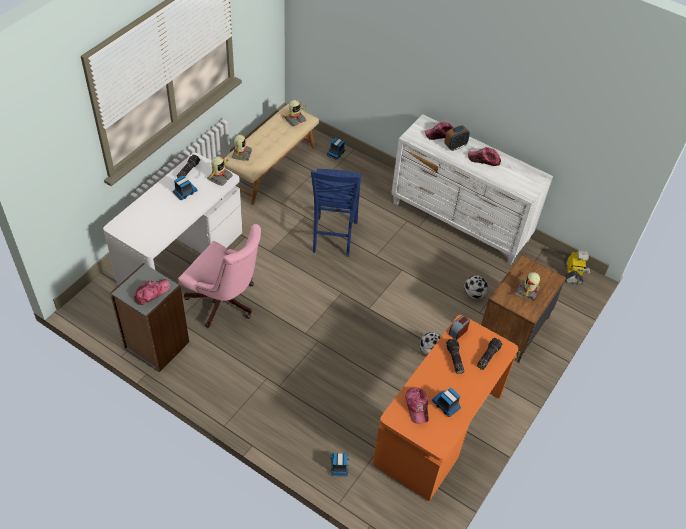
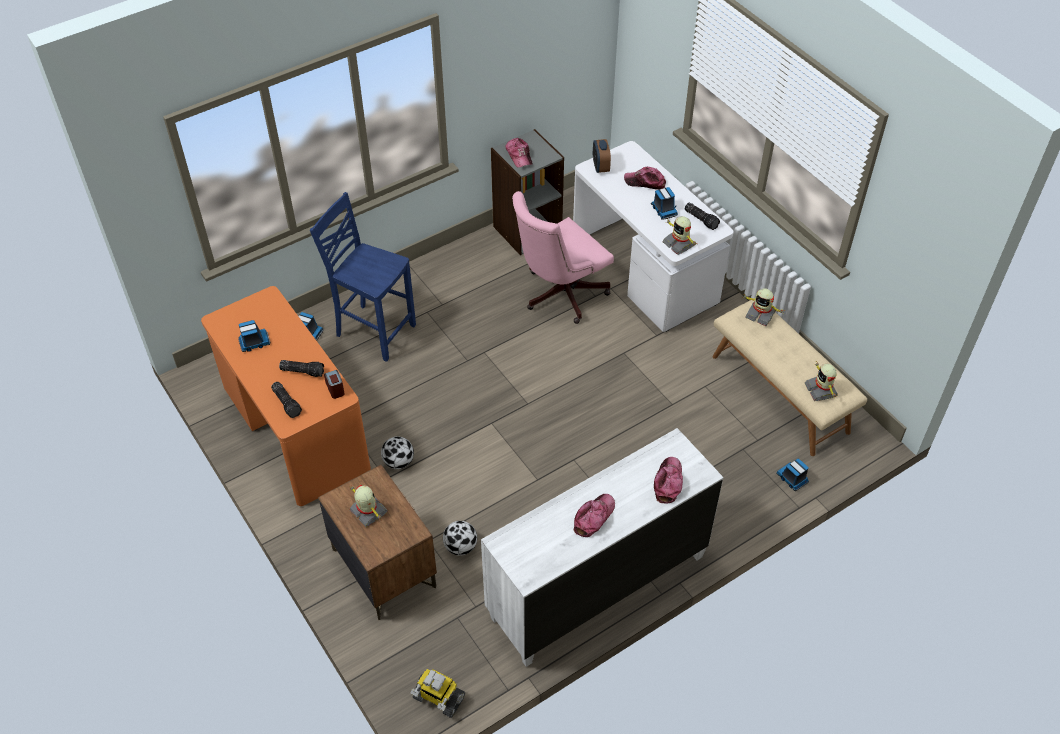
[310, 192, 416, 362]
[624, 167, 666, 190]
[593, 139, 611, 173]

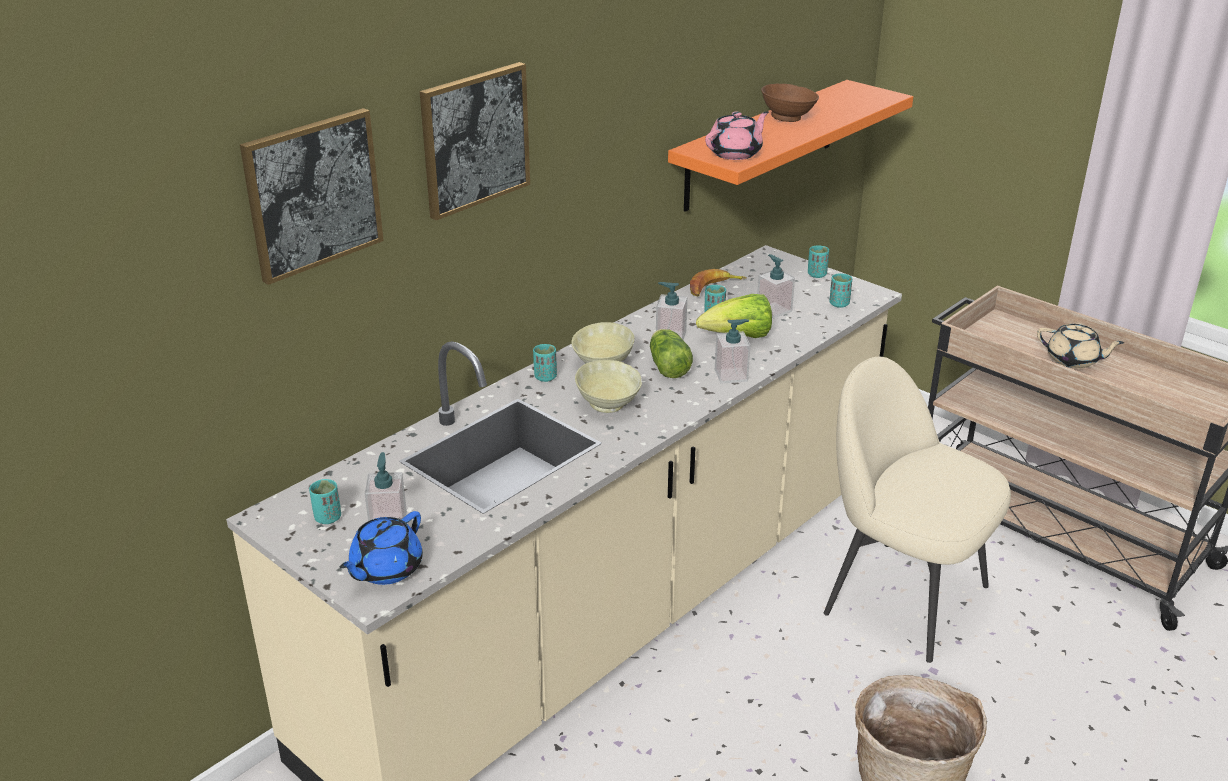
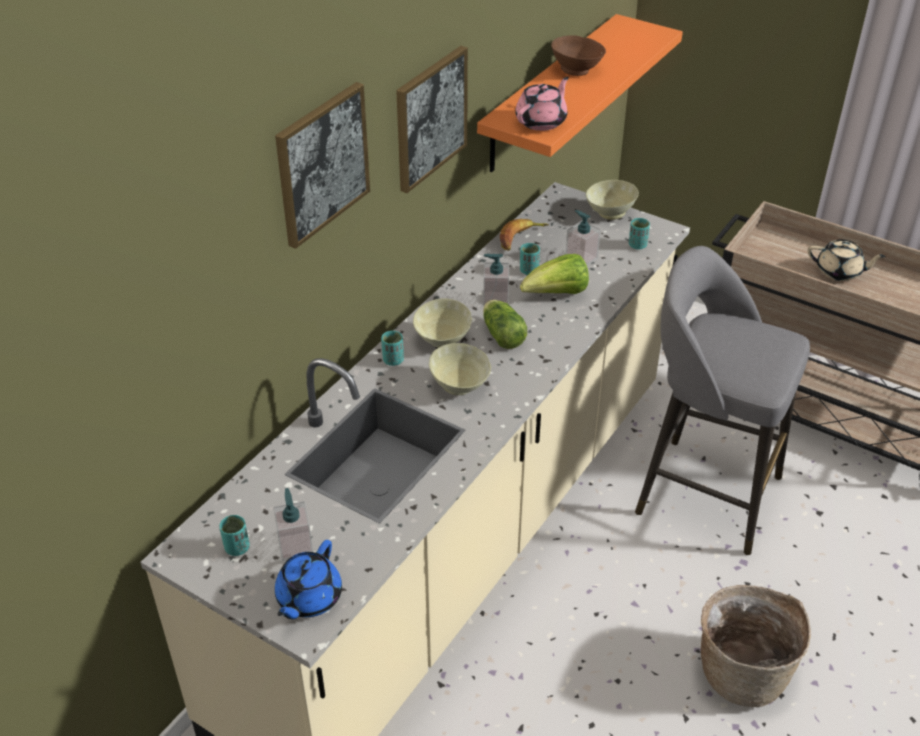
[715, 319, 750, 384] (first image)
[396, 46, 468, 193]
[586, 180, 639, 220]
[635, 246, 810, 555]

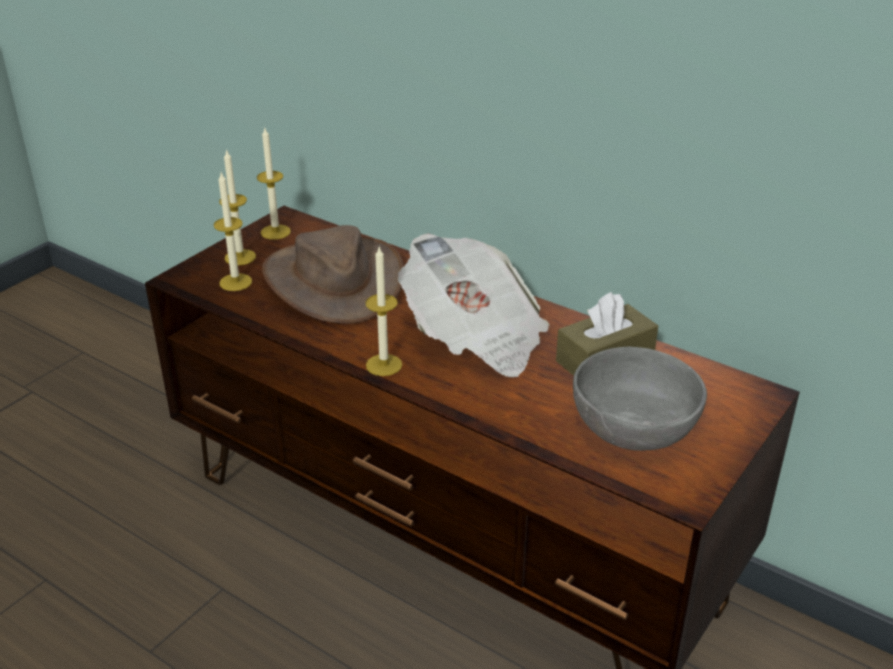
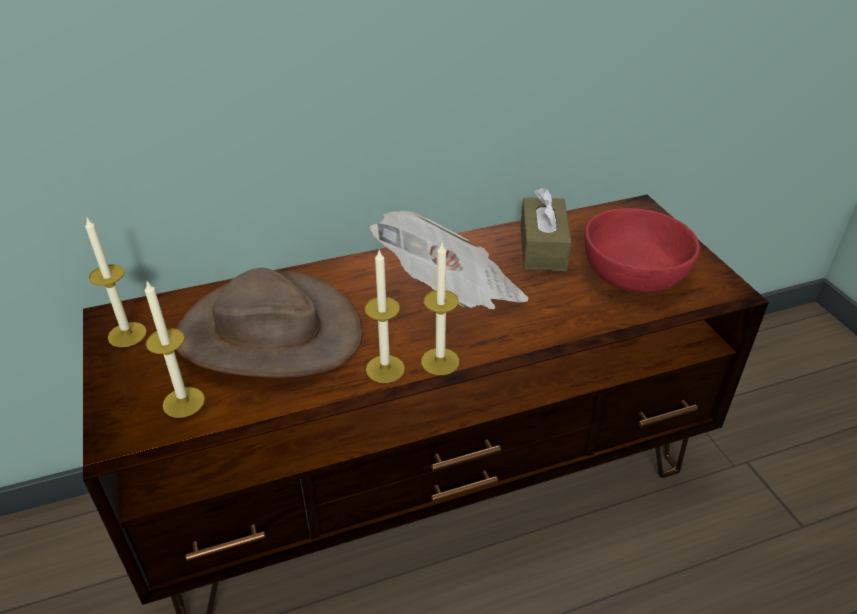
[364, 250, 405, 383]
[585, 208, 700, 293]

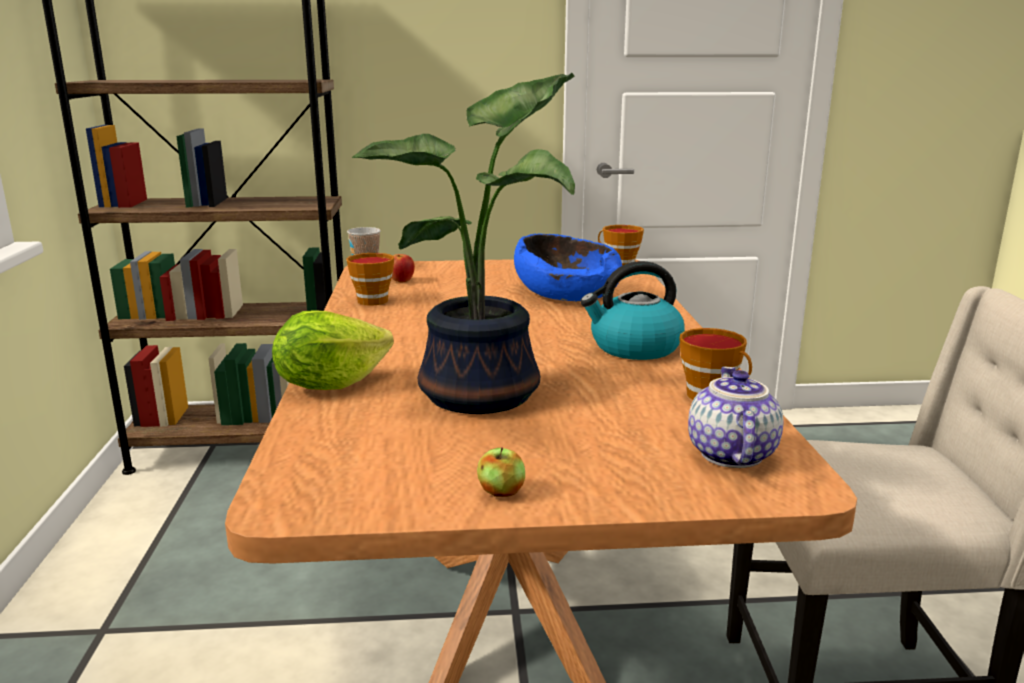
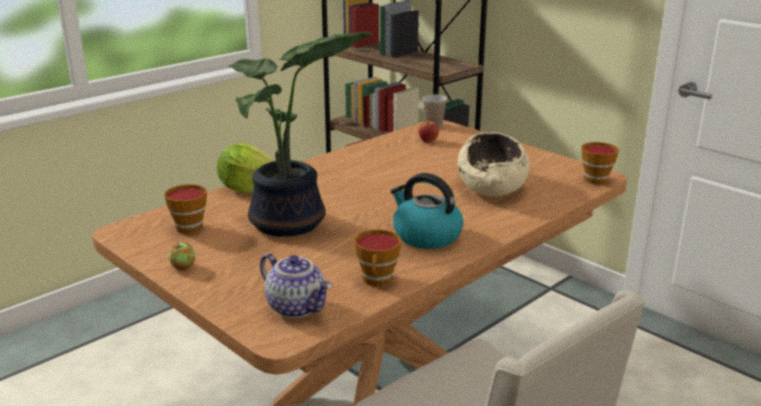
[164, 184, 207, 234]
[458, 132, 530, 196]
[260, 253, 332, 318]

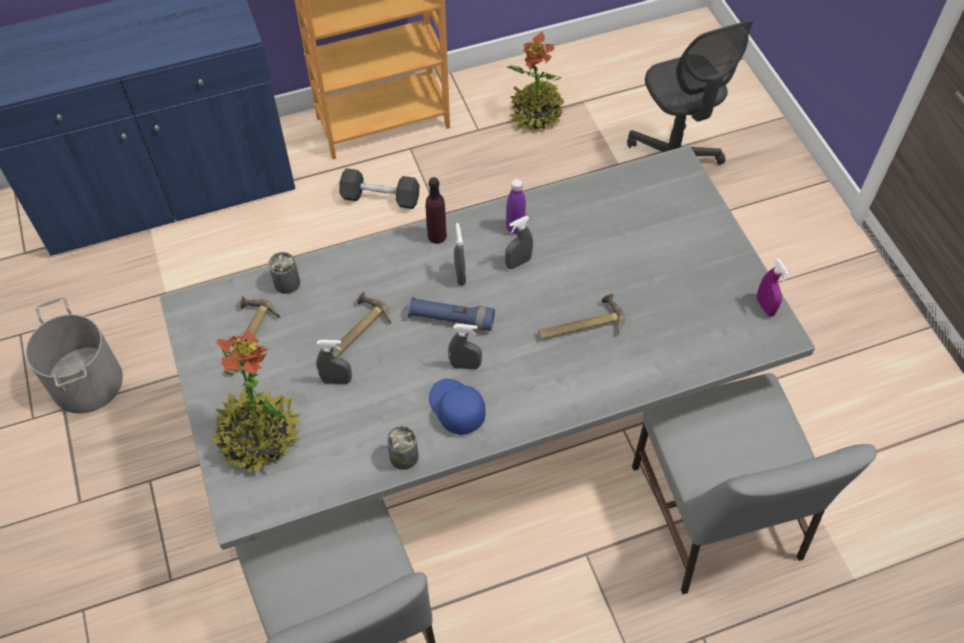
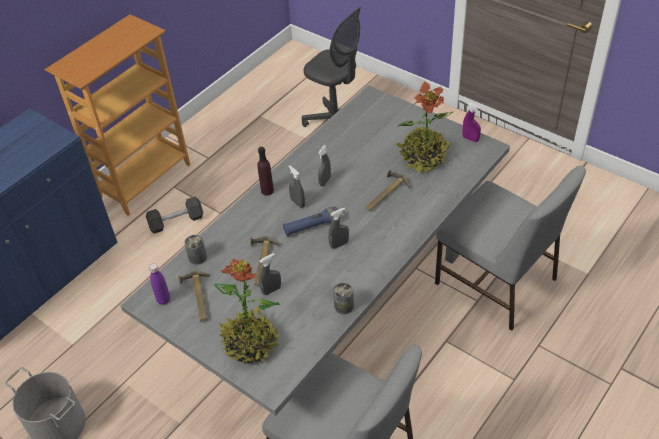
[429, 379, 486, 435] (first image)
[396, 81, 453, 174]
[149, 263, 170, 305]

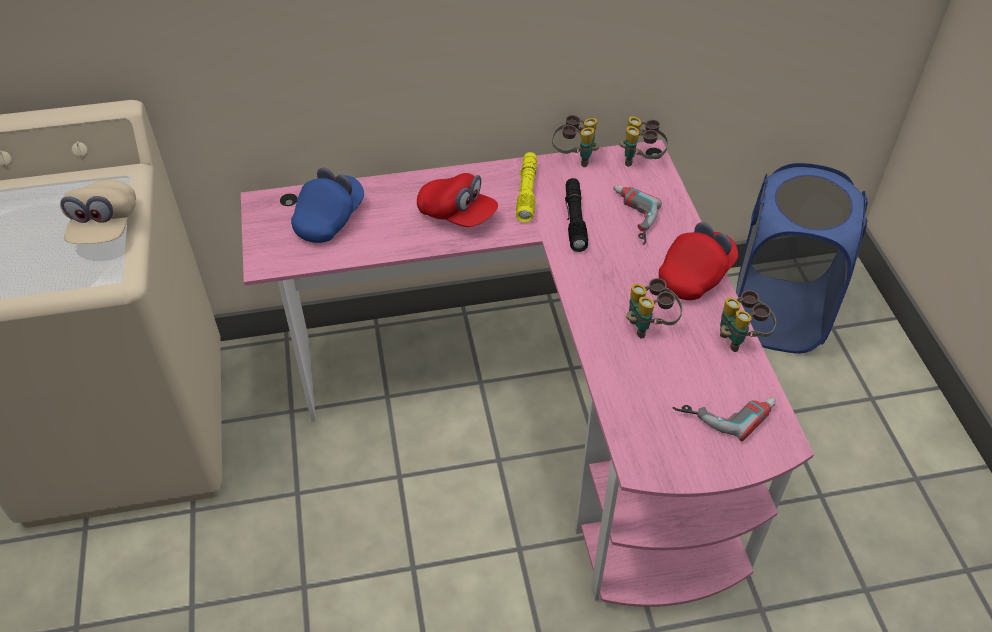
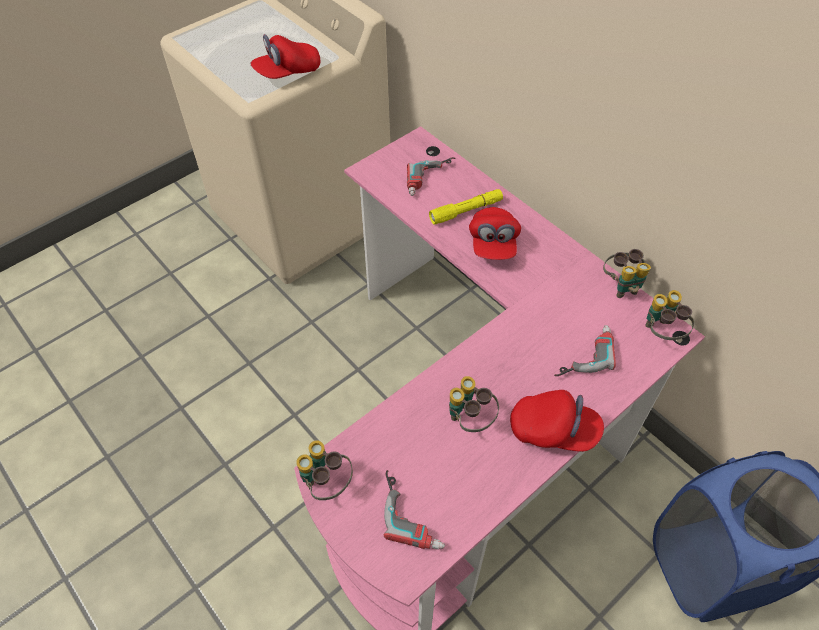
[565, 178, 588, 252] (first image)
[429, 189, 503, 224]
[296, 440, 353, 500]
[407, 157, 455, 196]
[250, 34, 321, 79]

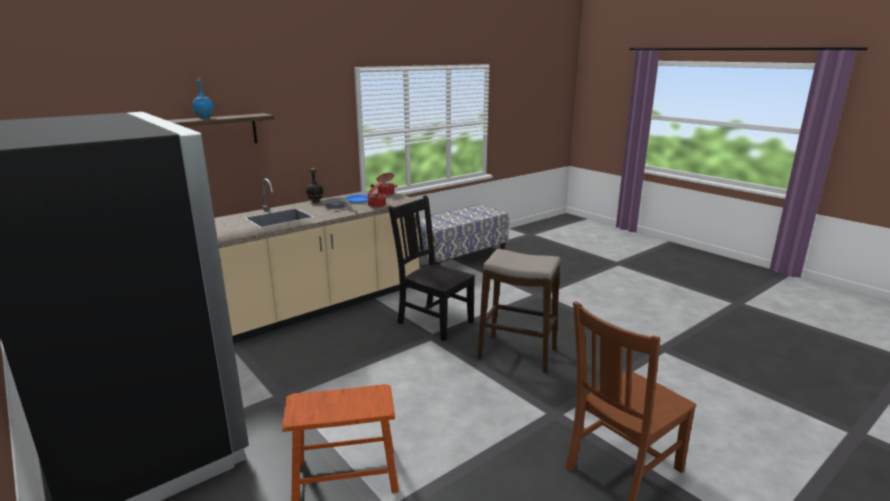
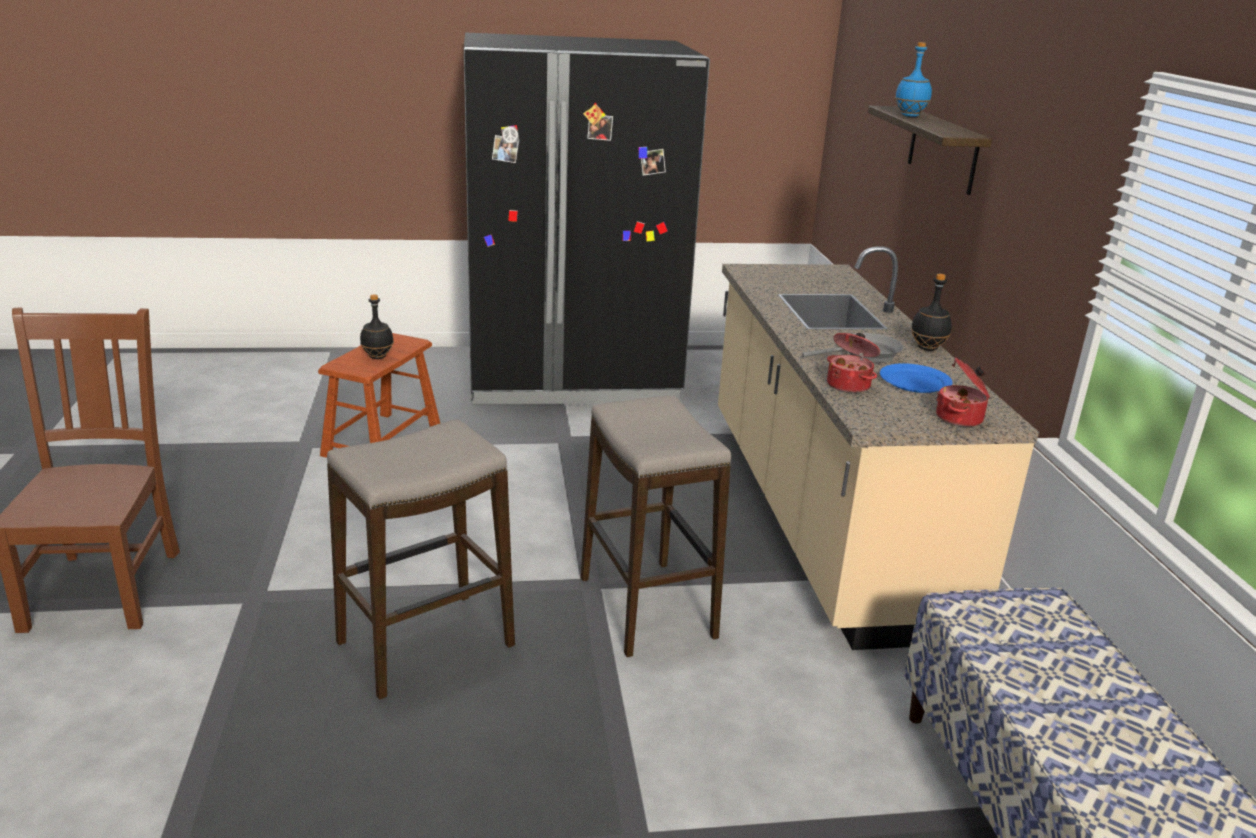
[360, 294, 394, 359]
[581, 396, 731, 657]

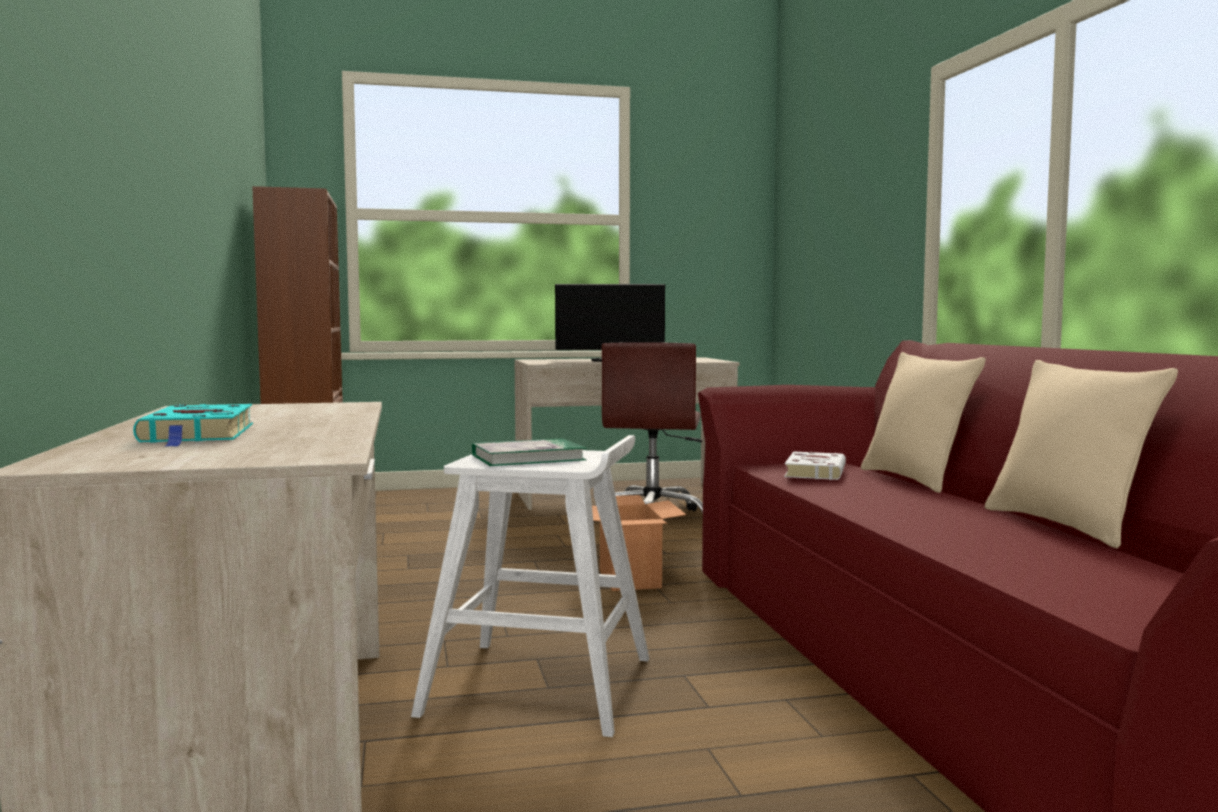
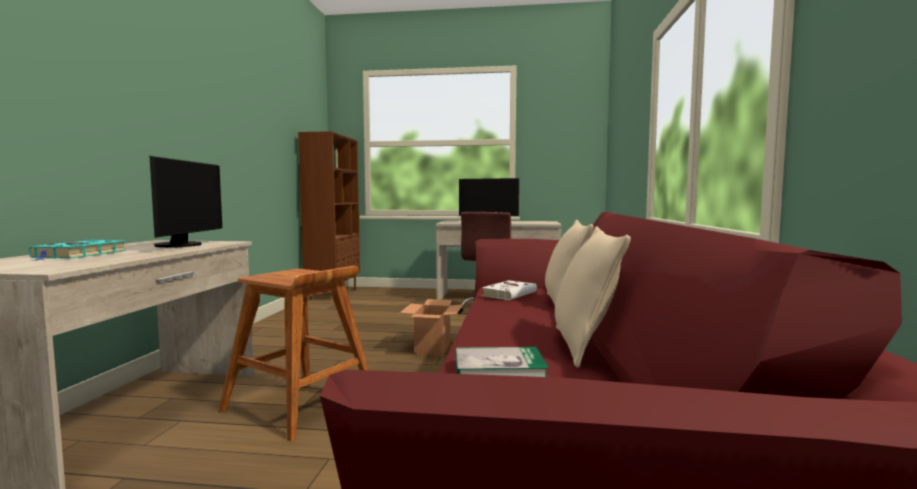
[149, 156, 222, 248]
[456, 347, 549, 377]
[218, 266, 369, 441]

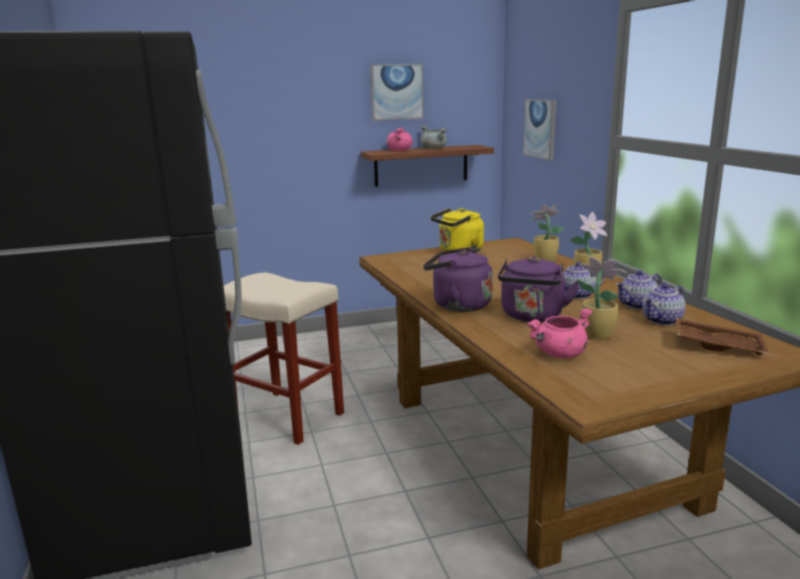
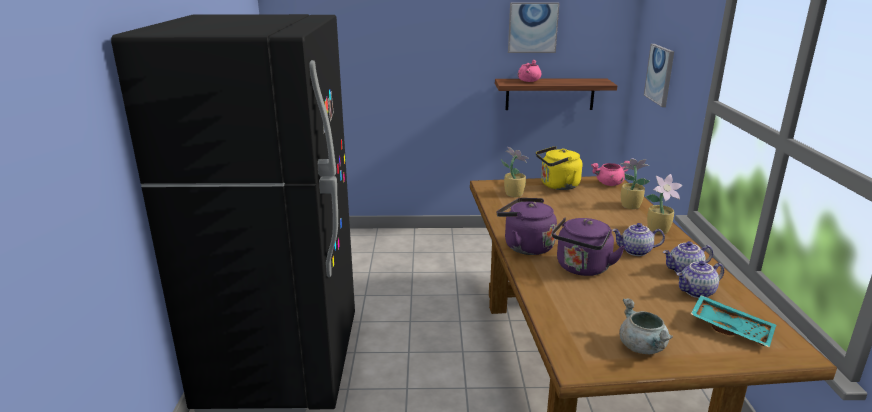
[224, 272, 344, 445] (first image)
[619, 298, 673, 354]
[591, 161, 630, 186]
[501, 147, 529, 197]
[691, 295, 776, 348]

